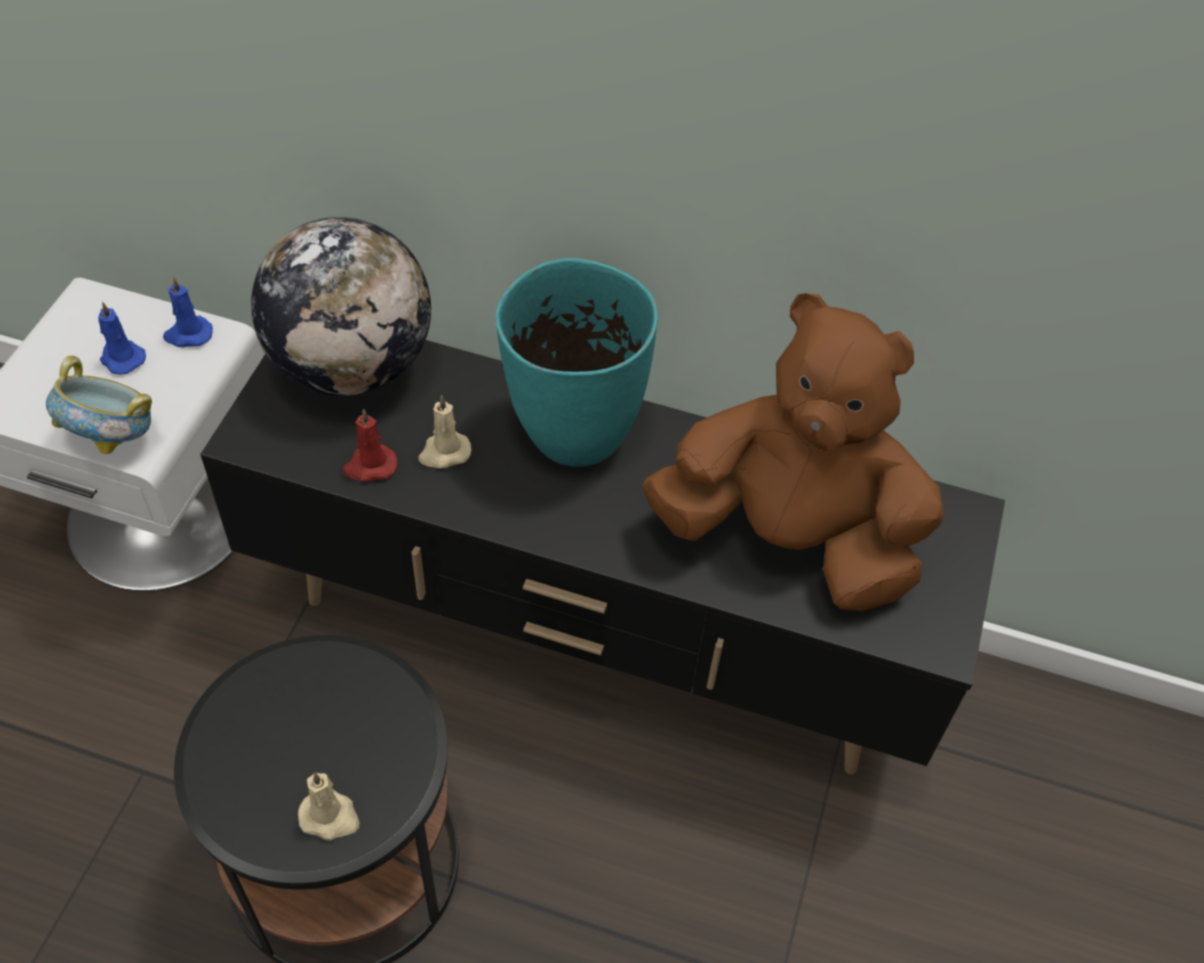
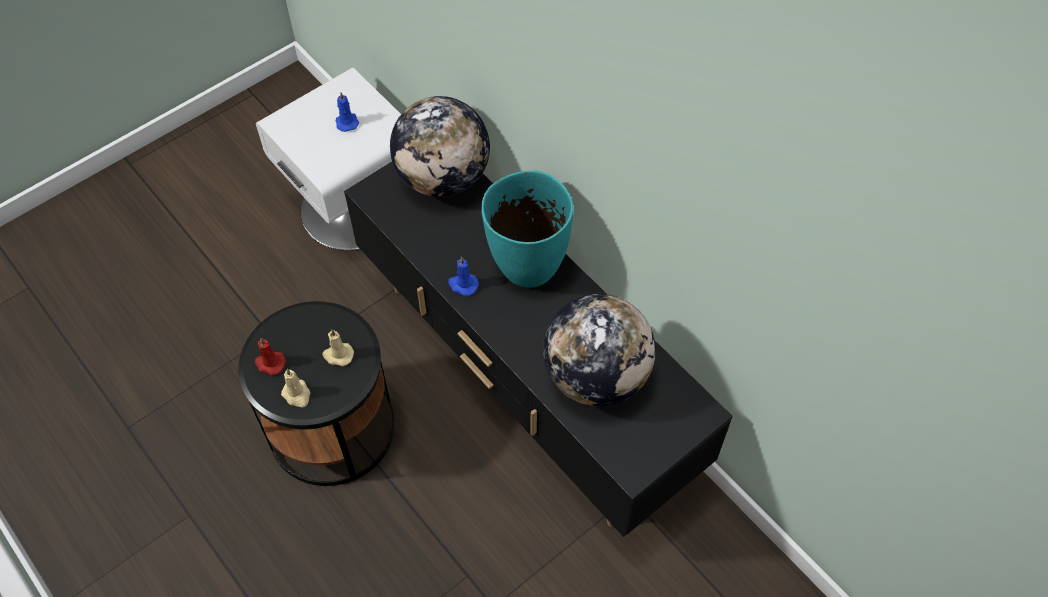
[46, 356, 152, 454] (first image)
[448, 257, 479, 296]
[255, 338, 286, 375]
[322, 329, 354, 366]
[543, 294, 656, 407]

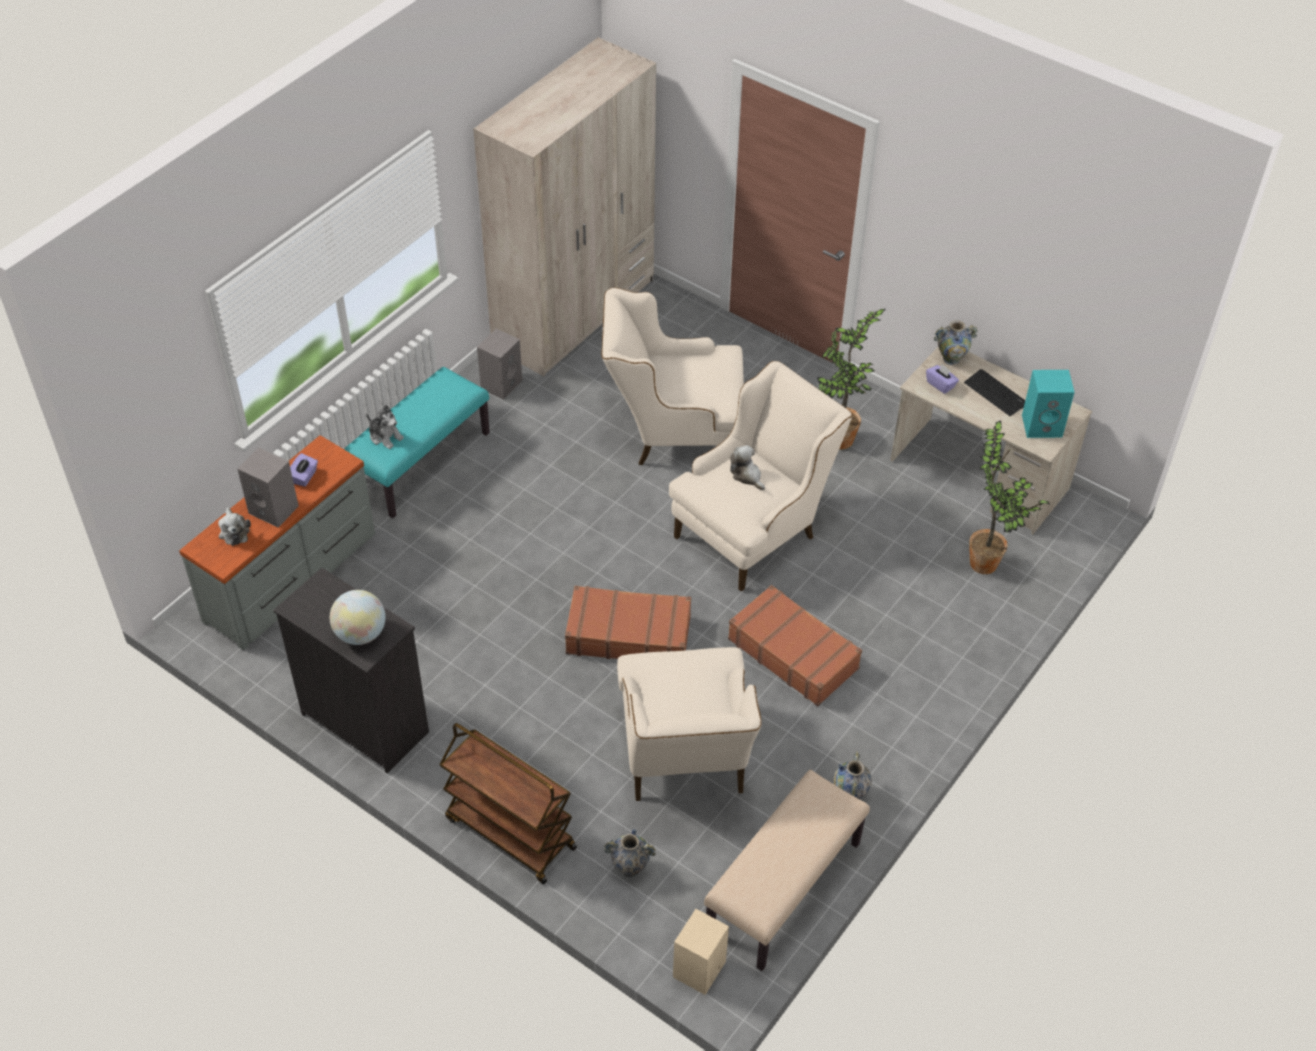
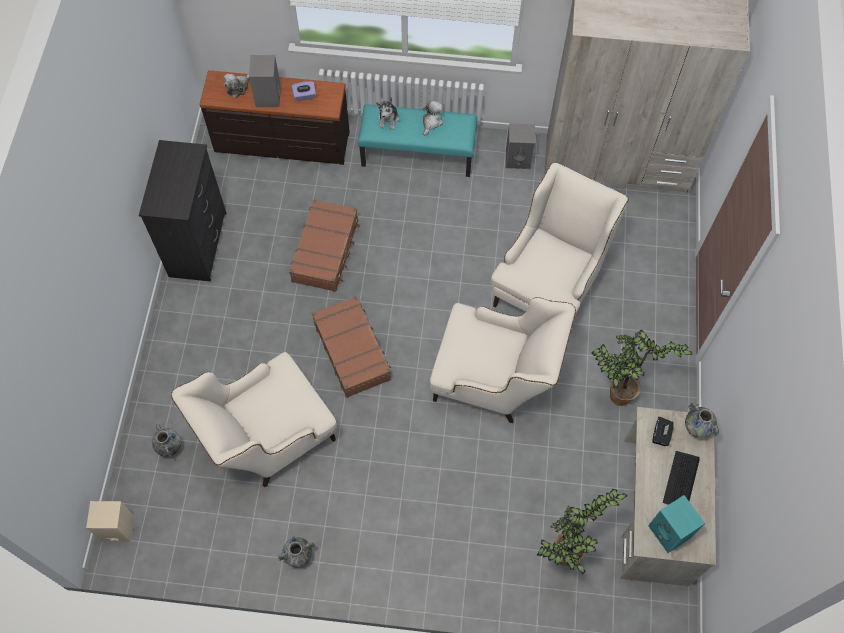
[330, 590, 386, 645] (first image)
[439, 723, 577, 884] (first image)
[704, 770, 870, 971] (first image)
[289, 199, 360, 292]
[422, 100, 443, 136]
[200, 70, 350, 165]
[652, 417, 674, 446]
[491, 162, 629, 315]

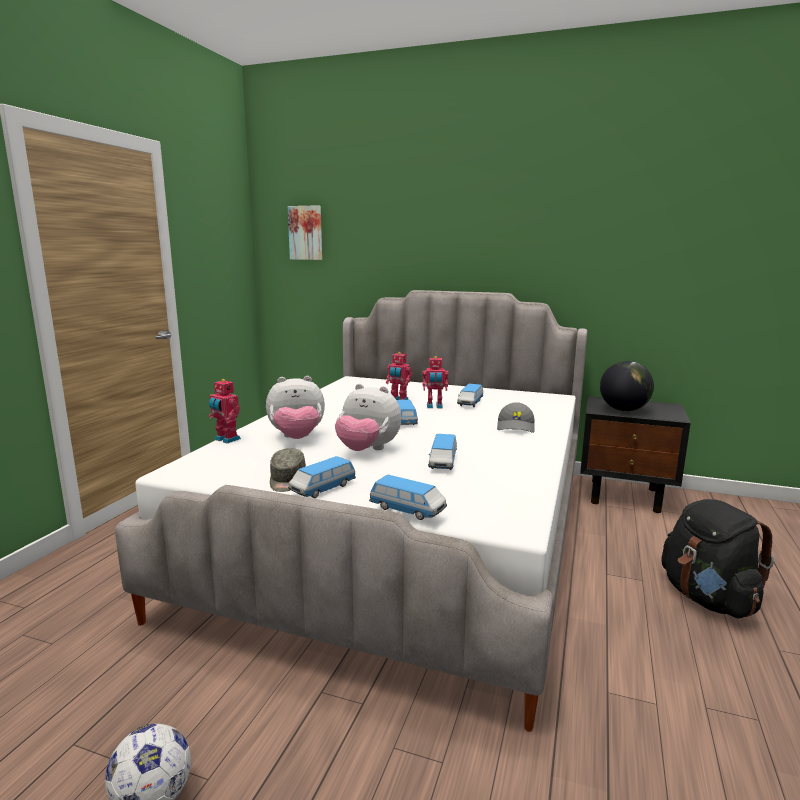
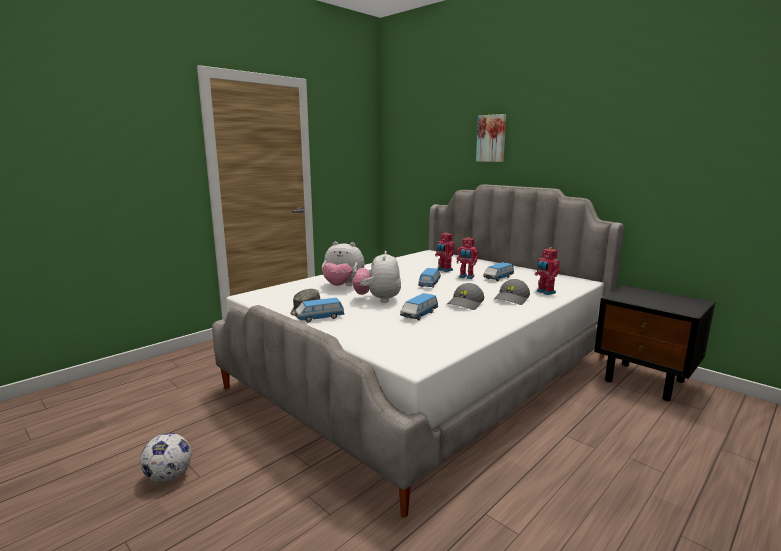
[369, 475, 447, 520] (first image)
[600, 361, 654, 411] (first image)
[661, 499, 774, 619] (first image)
[447, 283, 484, 310]
[535, 247, 560, 295]
[476, 114, 506, 162]
[353, 251, 401, 303]

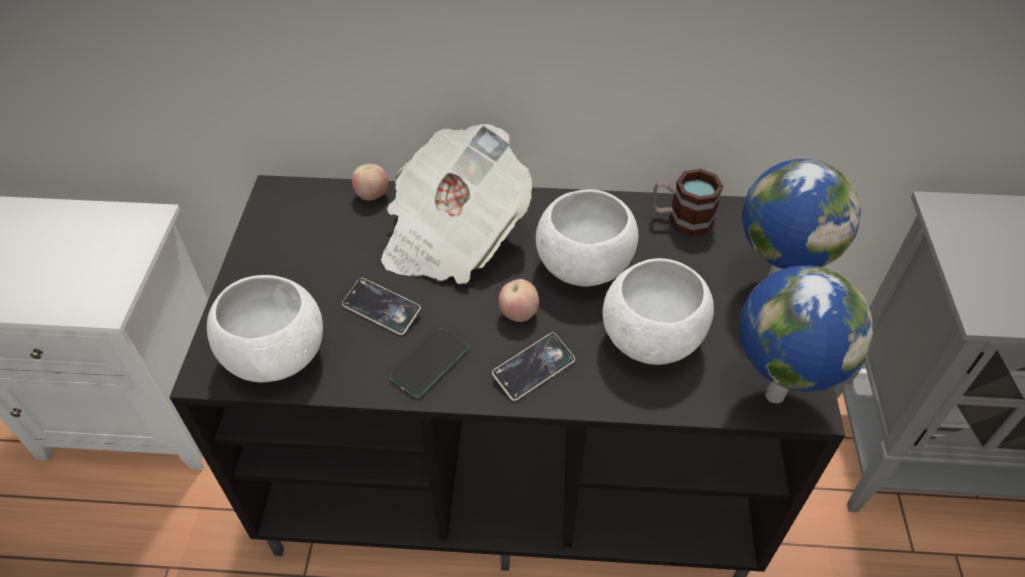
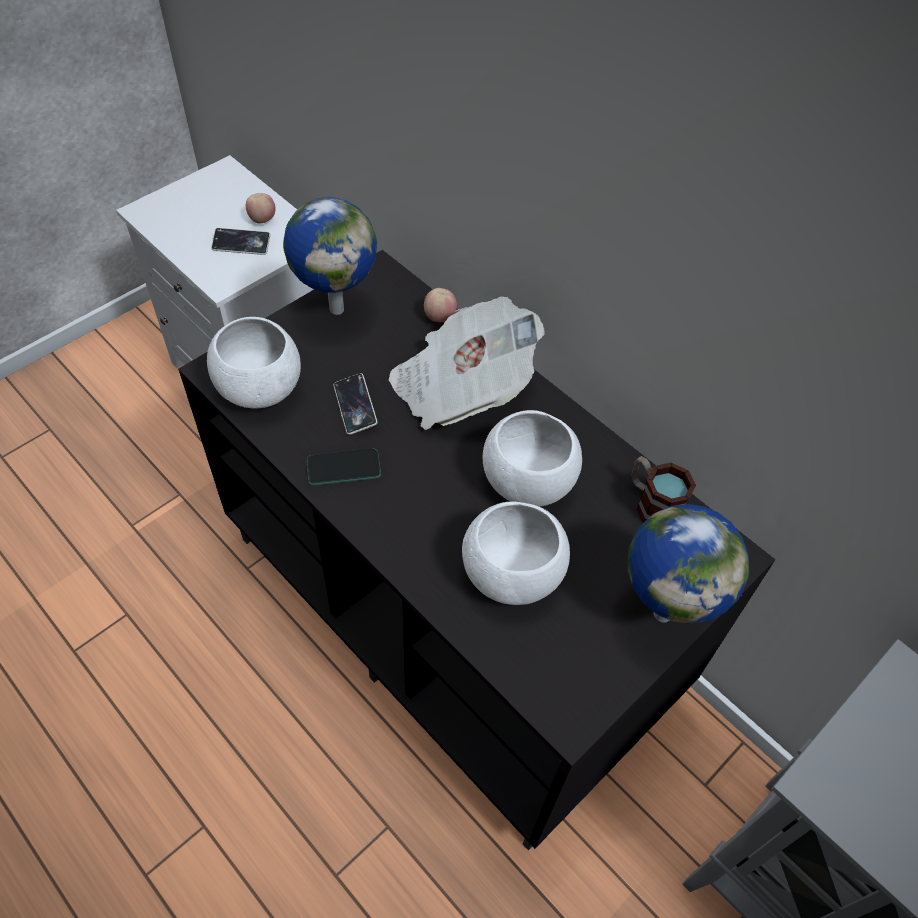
[211, 228, 270, 255]
[246, 193, 275, 224]
[283, 197, 377, 315]

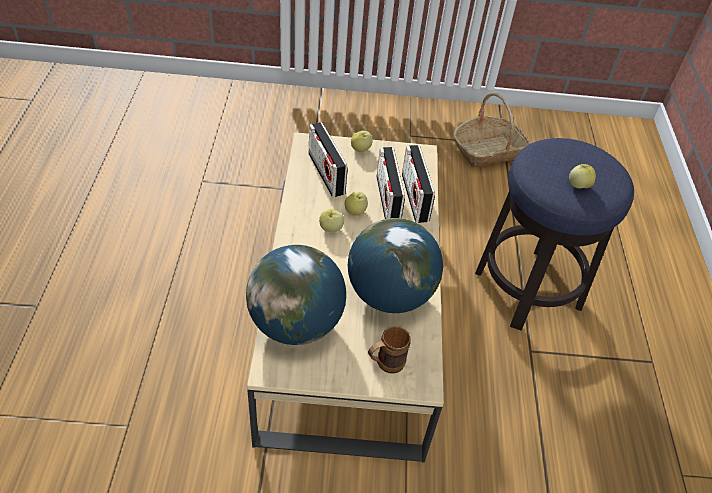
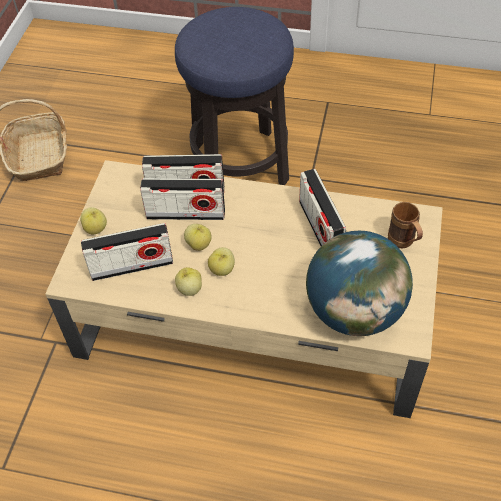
[175, 267, 202, 296]
[299, 169, 346, 246]

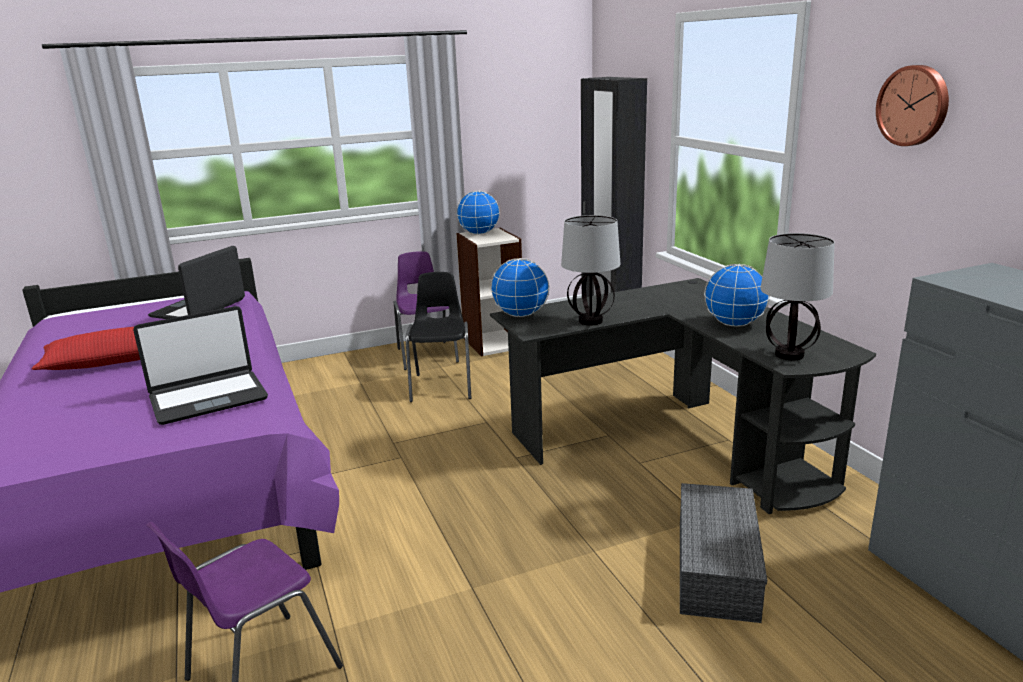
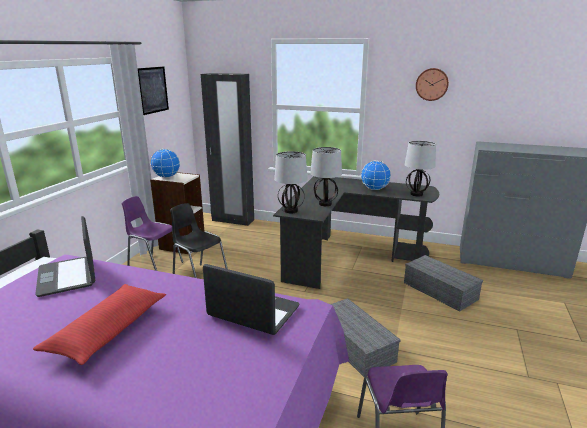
[138, 67, 169, 115]
[331, 298, 401, 377]
[274, 151, 308, 213]
[203, 264, 299, 335]

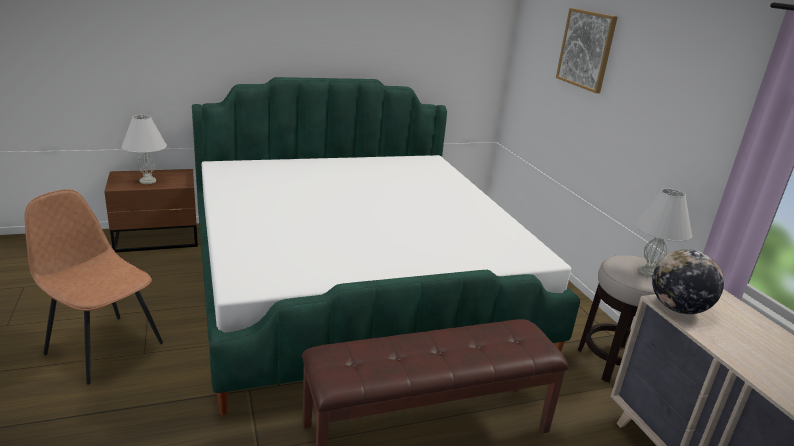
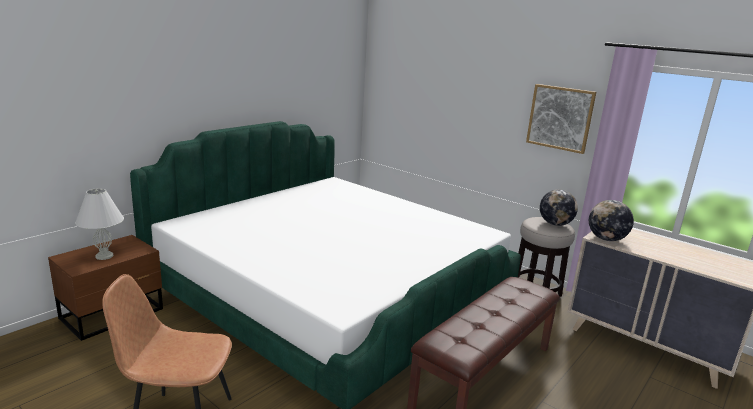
[526, 84, 596, 154]
[540, 190, 578, 226]

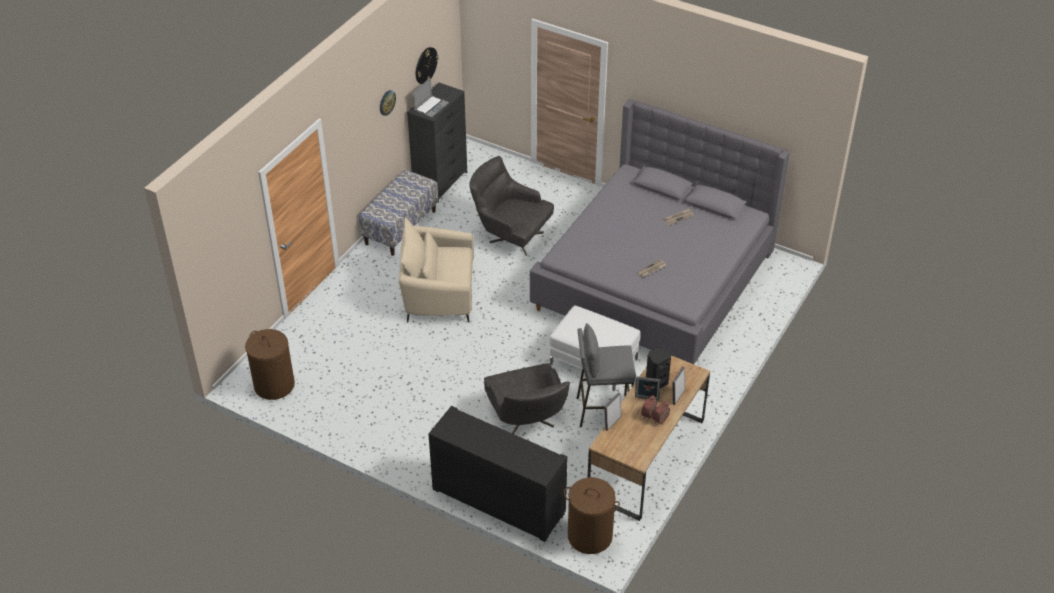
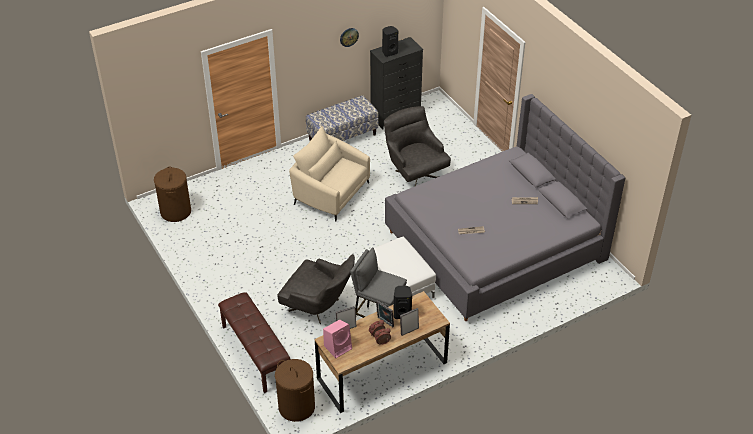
[416, 47, 439, 84] (first image)
[323, 319, 352, 358]
[382, 26, 398, 57]
[218, 292, 290, 393]
[277, 254, 355, 324]

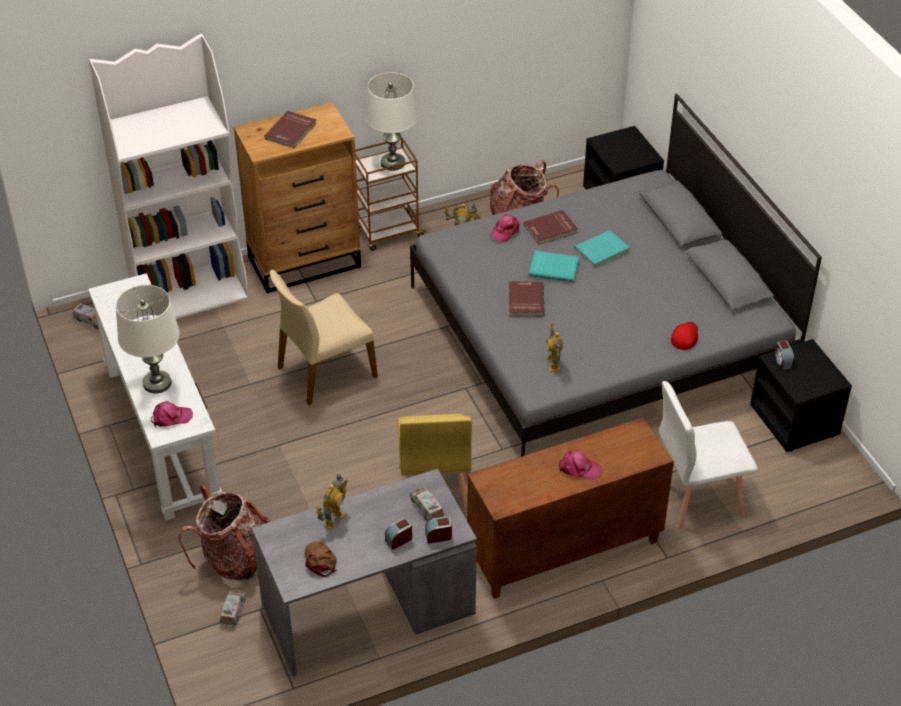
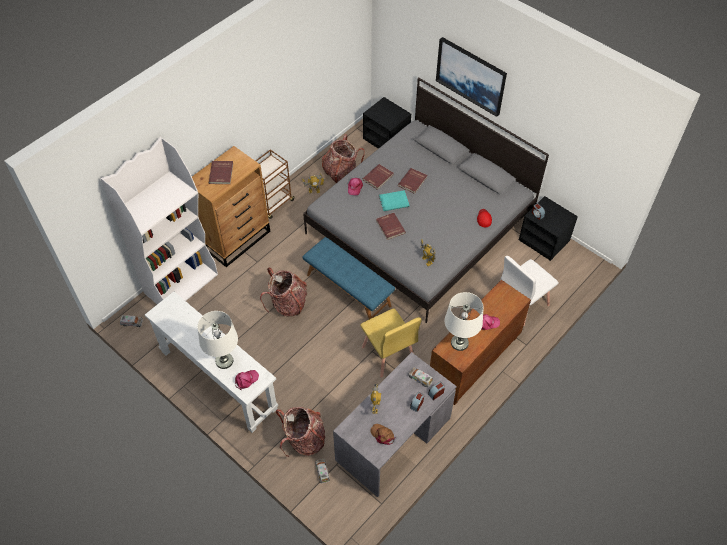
[303, 237, 395, 319]
[436, 37, 507, 117]
[445, 292, 484, 351]
[260, 268, 307, 317]
[398, 168, 427, 194]

